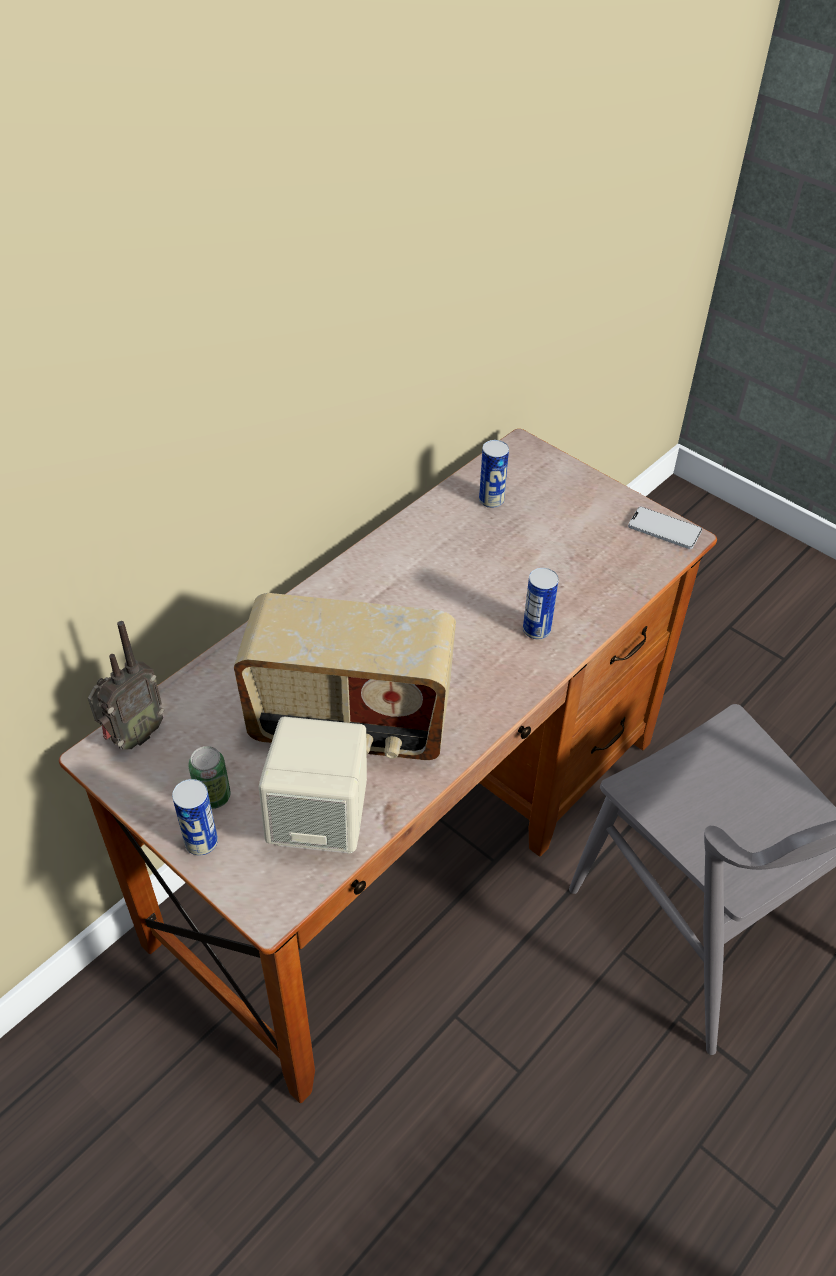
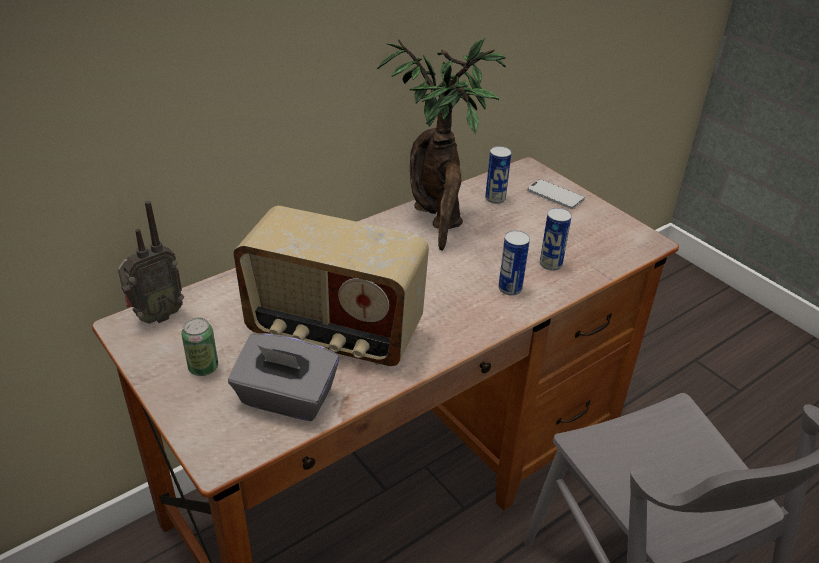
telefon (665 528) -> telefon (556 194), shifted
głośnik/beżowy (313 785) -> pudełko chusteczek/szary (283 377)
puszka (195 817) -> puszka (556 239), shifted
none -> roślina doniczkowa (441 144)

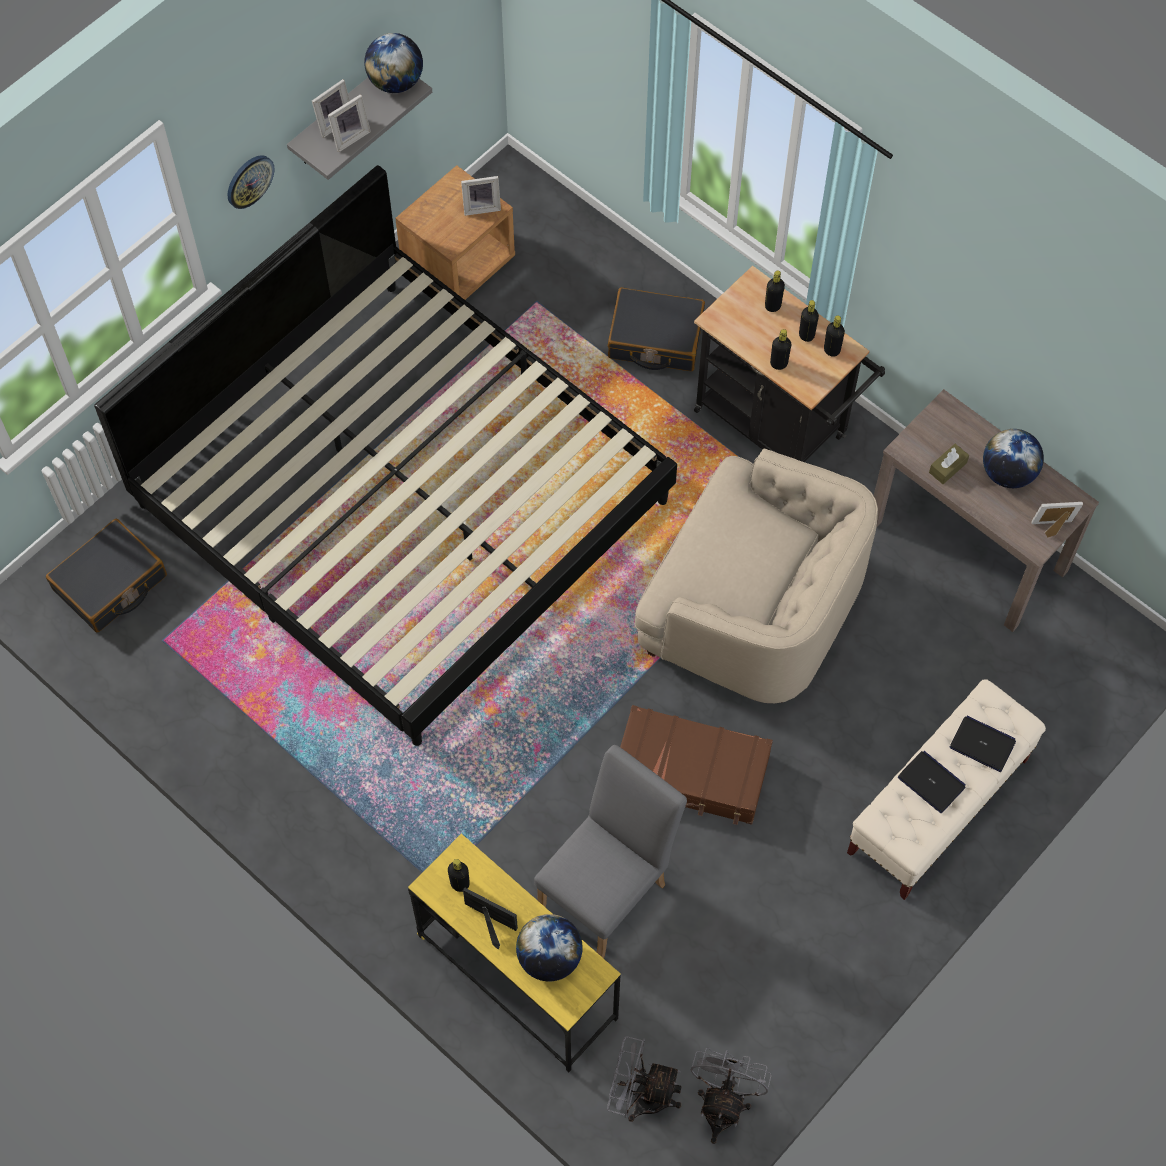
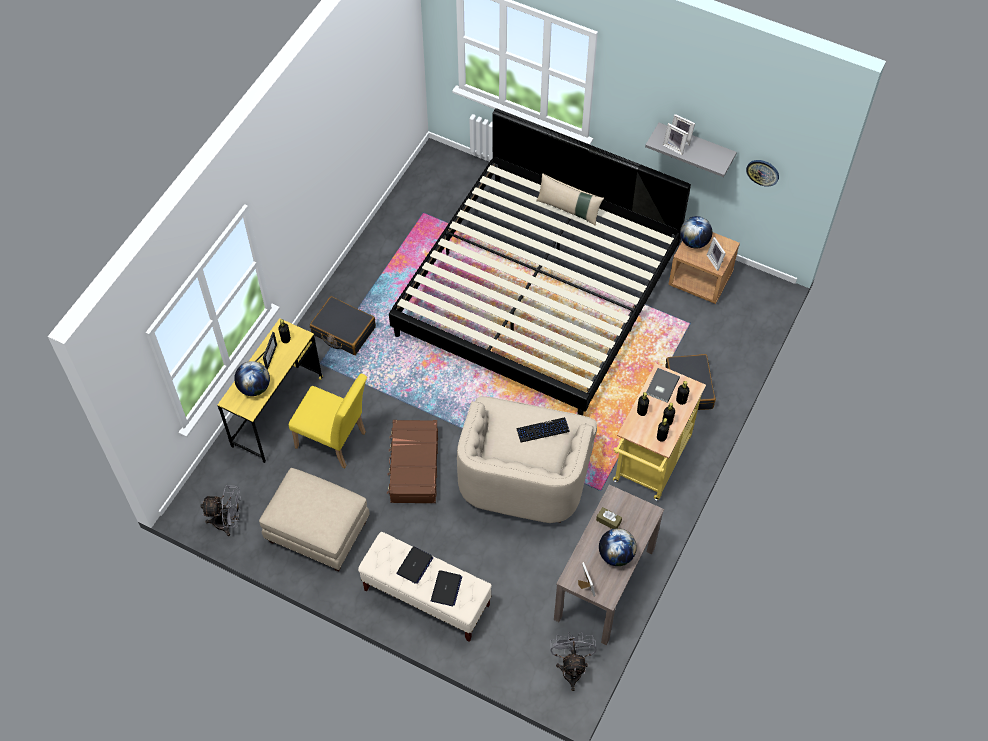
globus (393 63) -> globus (696 232), shifted
zegar ścienny (251 182) -> zegar ścienny (762 173), shifted
wózek/czarny (789 364) -> wózek/żółty (659 432)
walizka/czarny (106 575) -> walizka/czarny (343 325), shifted
krzesło/szary (610 852) -> krzesło/żółty (327 420)
wentylator/szary (644 1079) -> wentylator/szary (574 661), shifted
none -> poduszka/beżowy (570 199)
none -> książka/szary (663 385)
none -> klawiatura (543 430)
none -> pufa/beżowy (314 520)

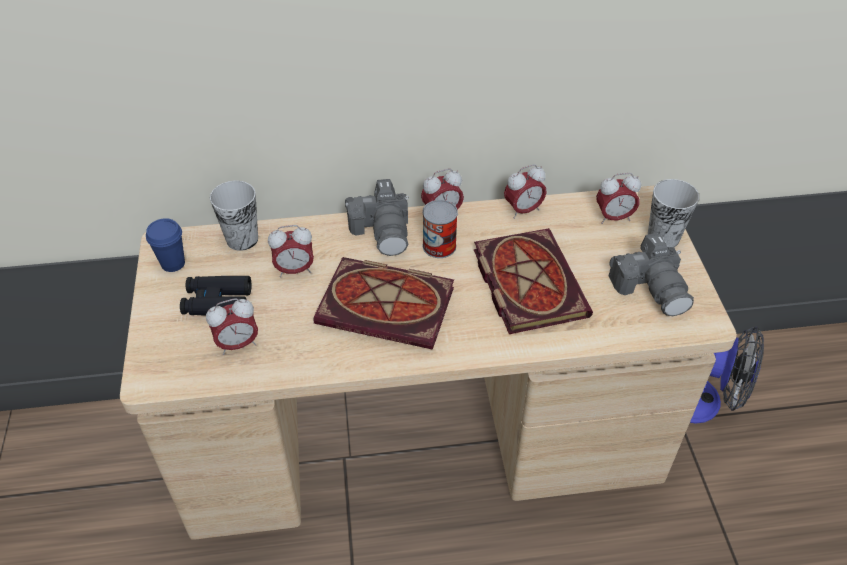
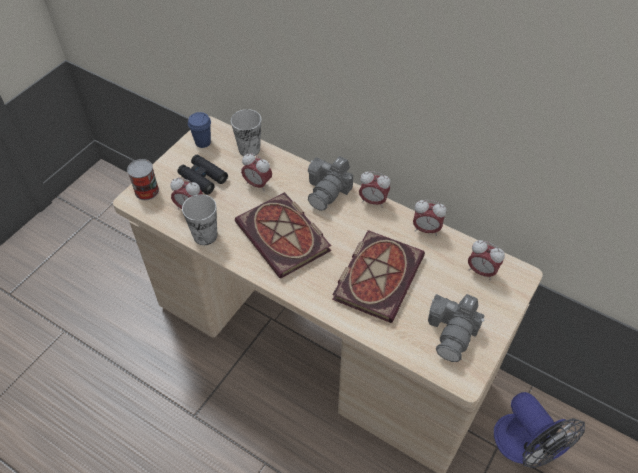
filiżanka (673 213) -> filiżanka (199 219), shifted
puszka (440 229) -> puszka (143 179), shifted

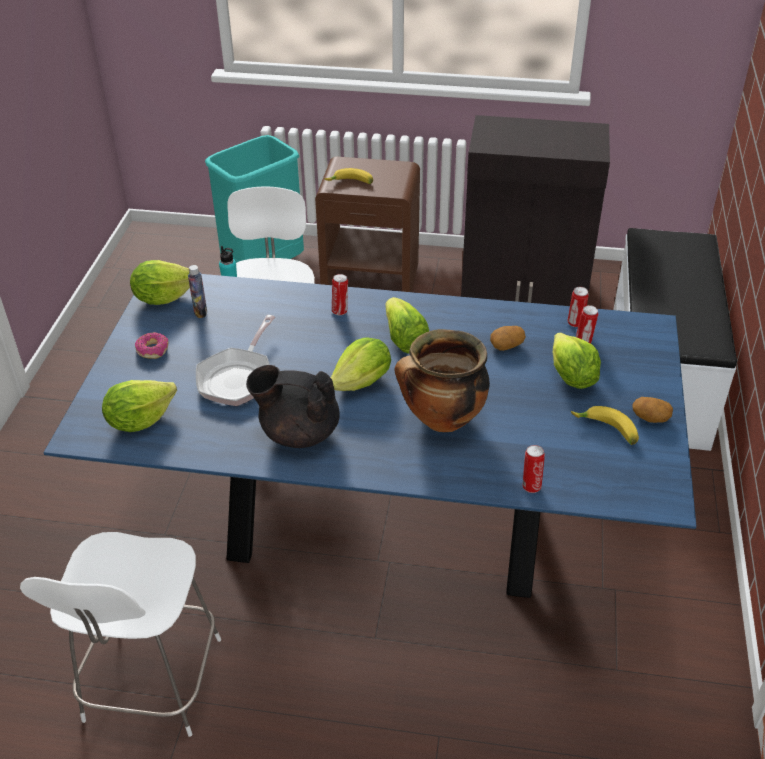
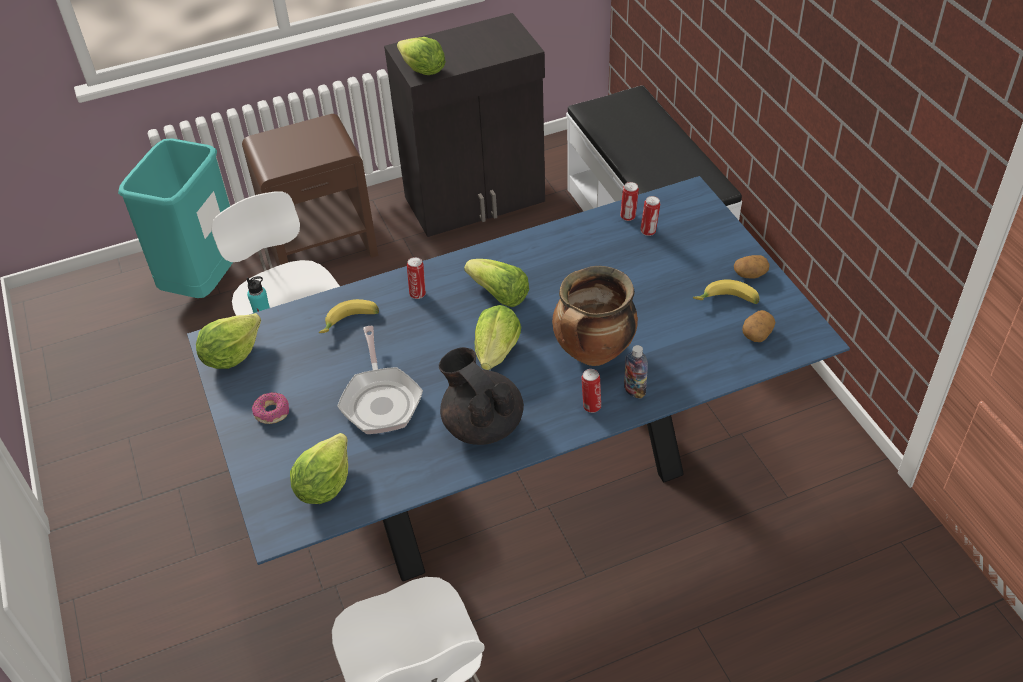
banan (349 176) -> banan (349 316), shifted
butelka (197 291) -> butelka (636 372), shifted
ziemniak (508 338) -> ziemniak (758 326), shifted
sałata (577 360) -> sałata (421 56), shifted
imbryk/czarny (293 406) -> imbryk/czarny (481 396), 75 degrees clockwise
puszka (534 469) -> puszka (591 391), shifted

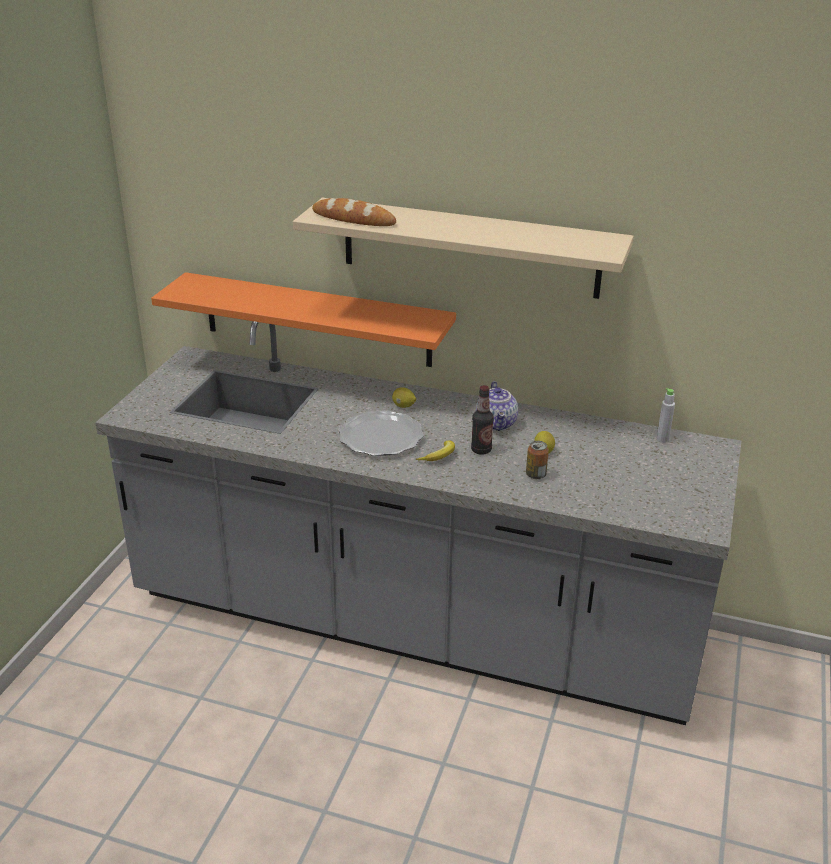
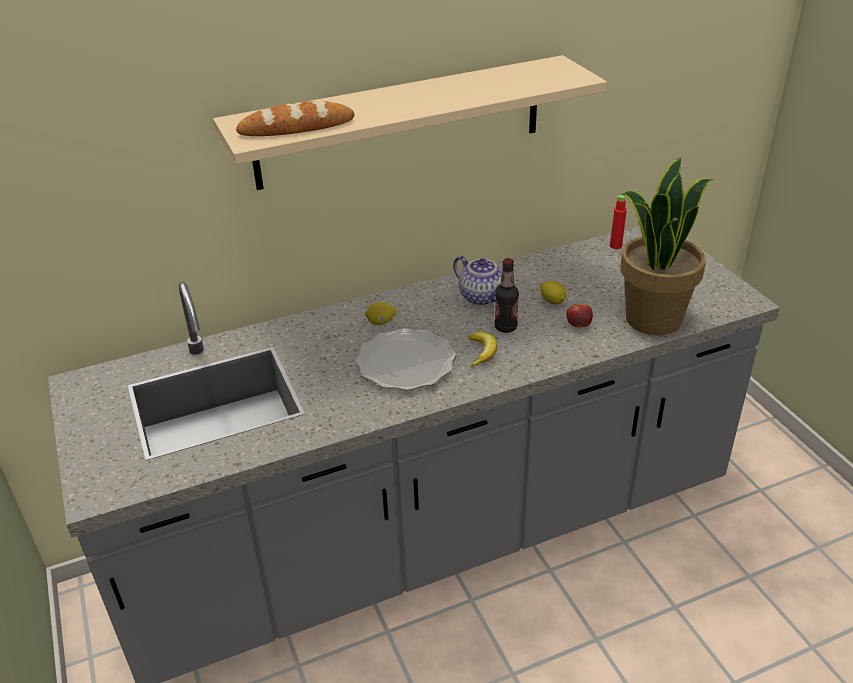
półka/pomarańczowy (303 319) -> none
butelka/szary (665 415) -> butelka/czerwony (618 222)
puszka (537 460) -> jabłko (579 314)
none -> roślina doniczkowa (666 247)

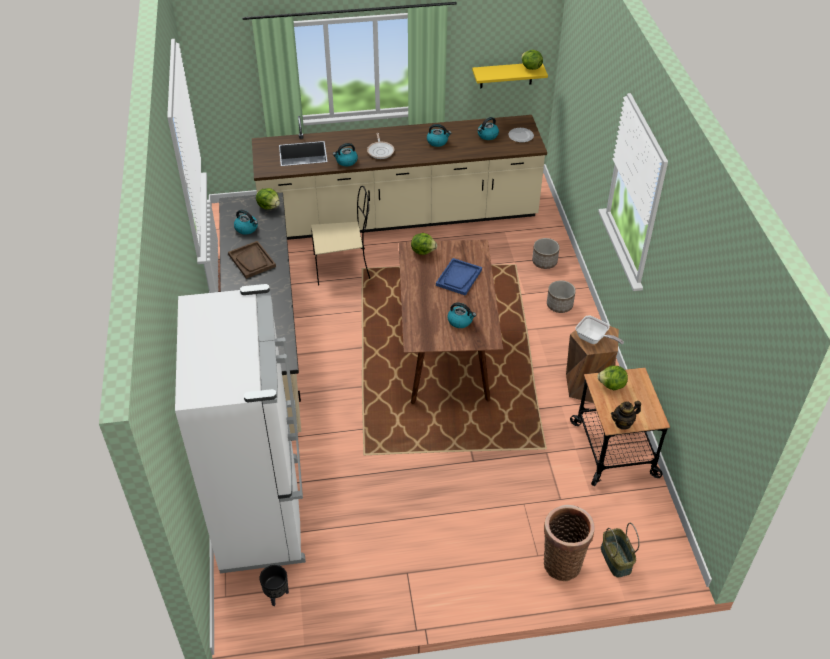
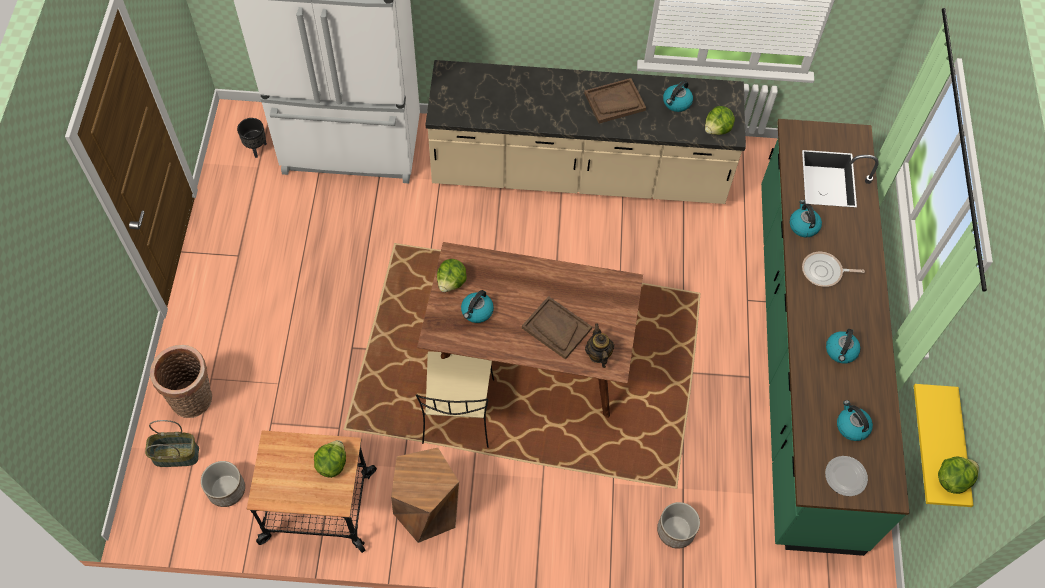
zabudowa kuchenna/beżowy (399 177) -> zabudowa kuchenna/zielony (835 337)
krzesło/beżowy (340 236) -> krzesło/beżowy (455 399), shifted
sałata (424 244) -> sałata (452 275), shifted
taca/niebieski (459 277) -> taca/brązowy (557 328)
donica (561 296) -> donica (223 484), shifted
patelnia (600 329) -> none
imbryk (626 415) -> imbryk (599 345), shifted

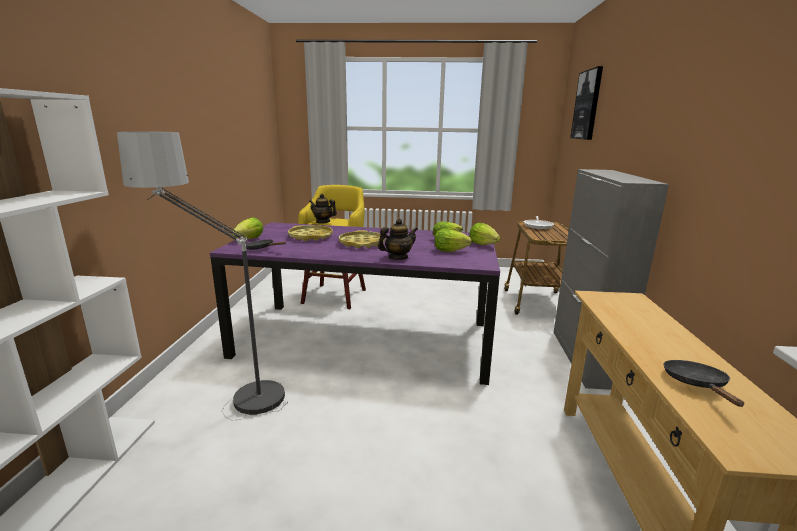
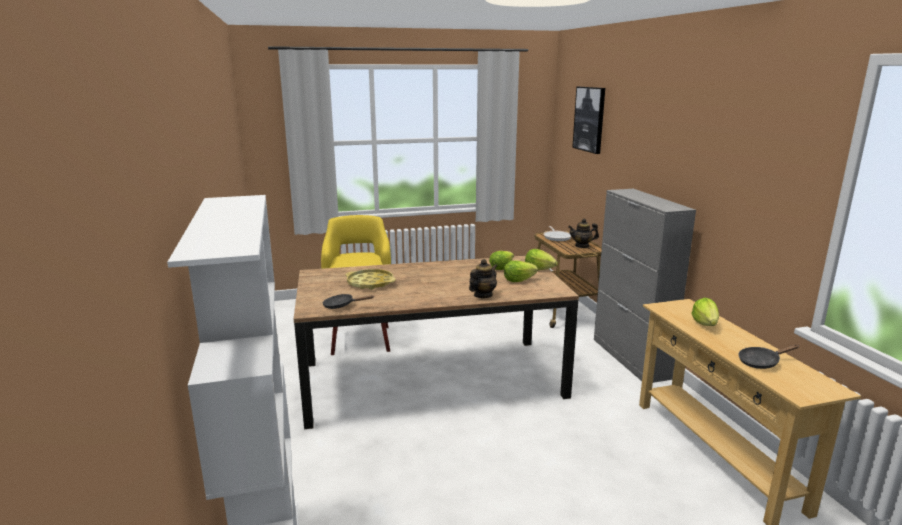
lampa stojąca (202 275) -> none
imbryk (323 209) -> imbryk (583 233), shifted
sałata (248 228) -> sałata (705 312), shifted
stół jadalny/fioletowy (355 303) -> stół jadalny/brązowy (436 342)
taca/żółty (362 239) -> none
patelnia/czarny (703 383) -> patelnia/czarny (768 356), 90 degrees counterclockwise

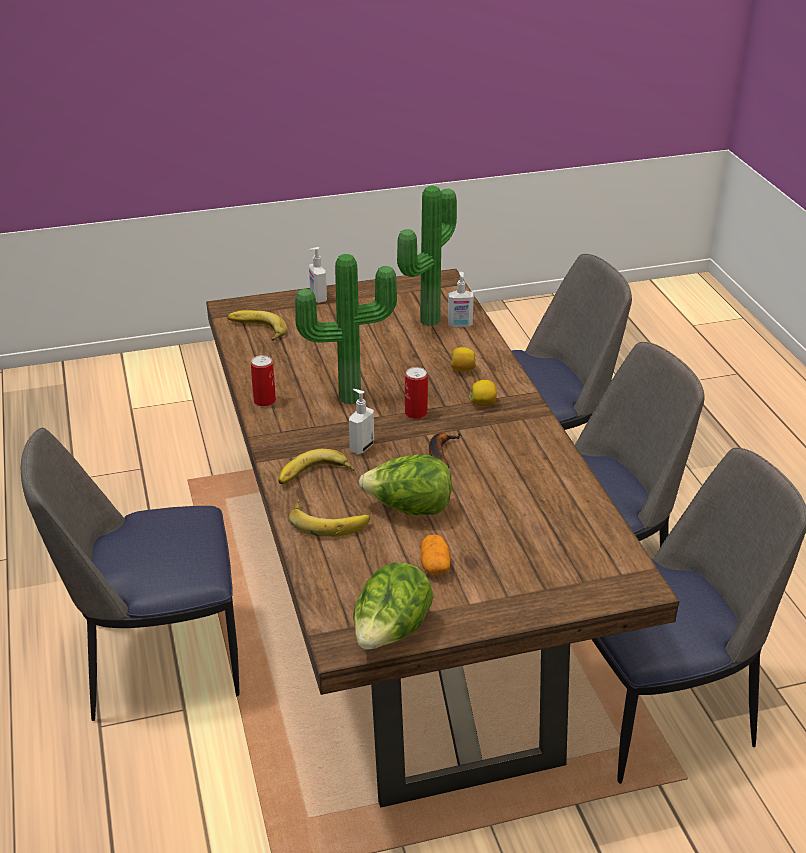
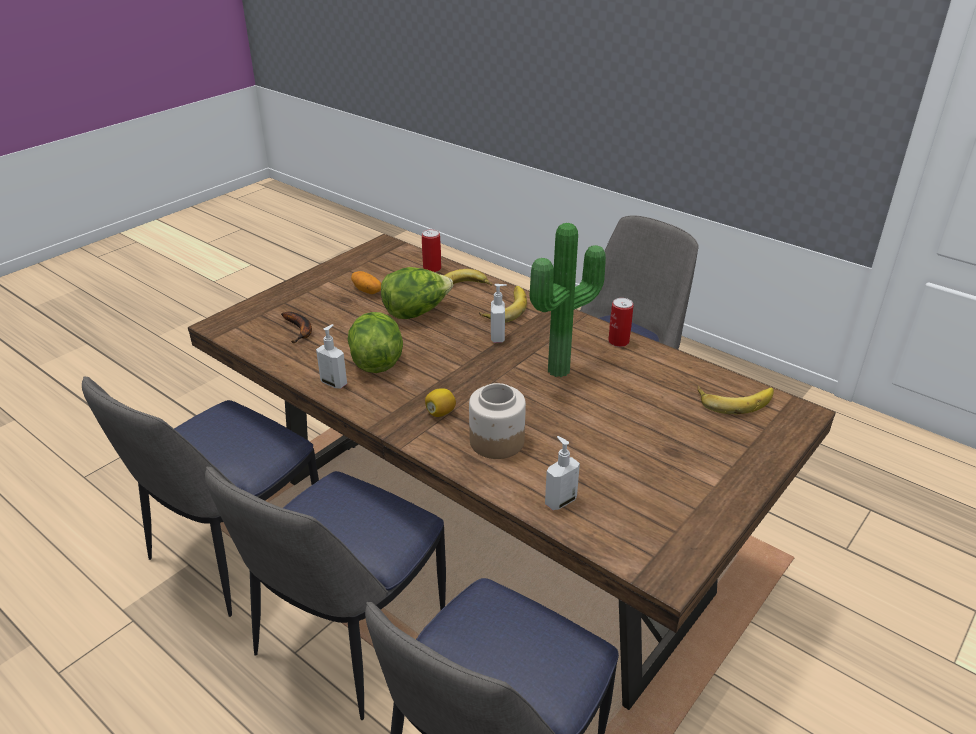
roślina doniczkowa (427 255) -> none
dozownik mydła (318 275) -> dozownik mydła (331 356), shifted
cytryna (463 359) -> słoik (497 421)
puszka (416 393) -> puszka (431 250), shifted
banan (445 450) -> banan (296 327), shifted
sałata (393 606) -> sałata (375 342), shifted

